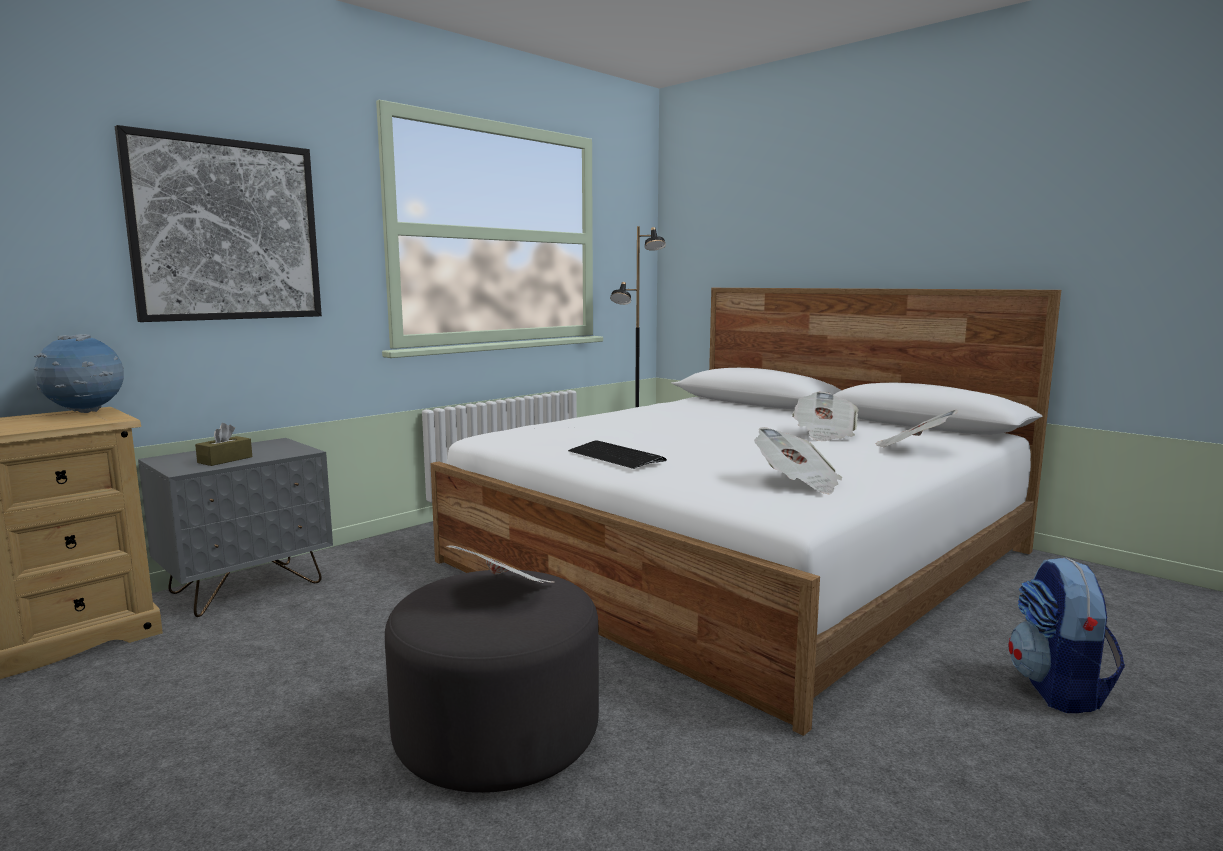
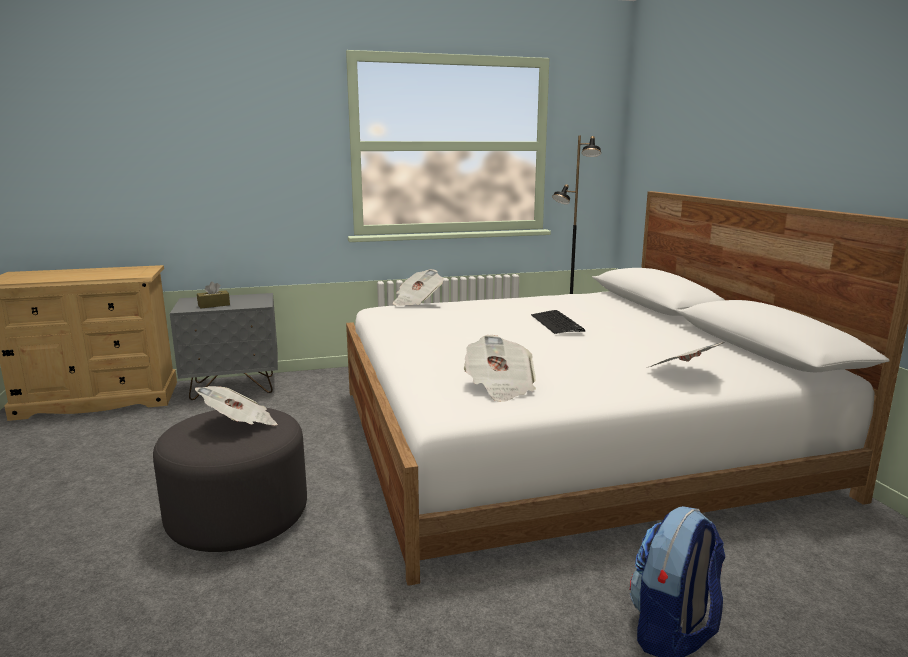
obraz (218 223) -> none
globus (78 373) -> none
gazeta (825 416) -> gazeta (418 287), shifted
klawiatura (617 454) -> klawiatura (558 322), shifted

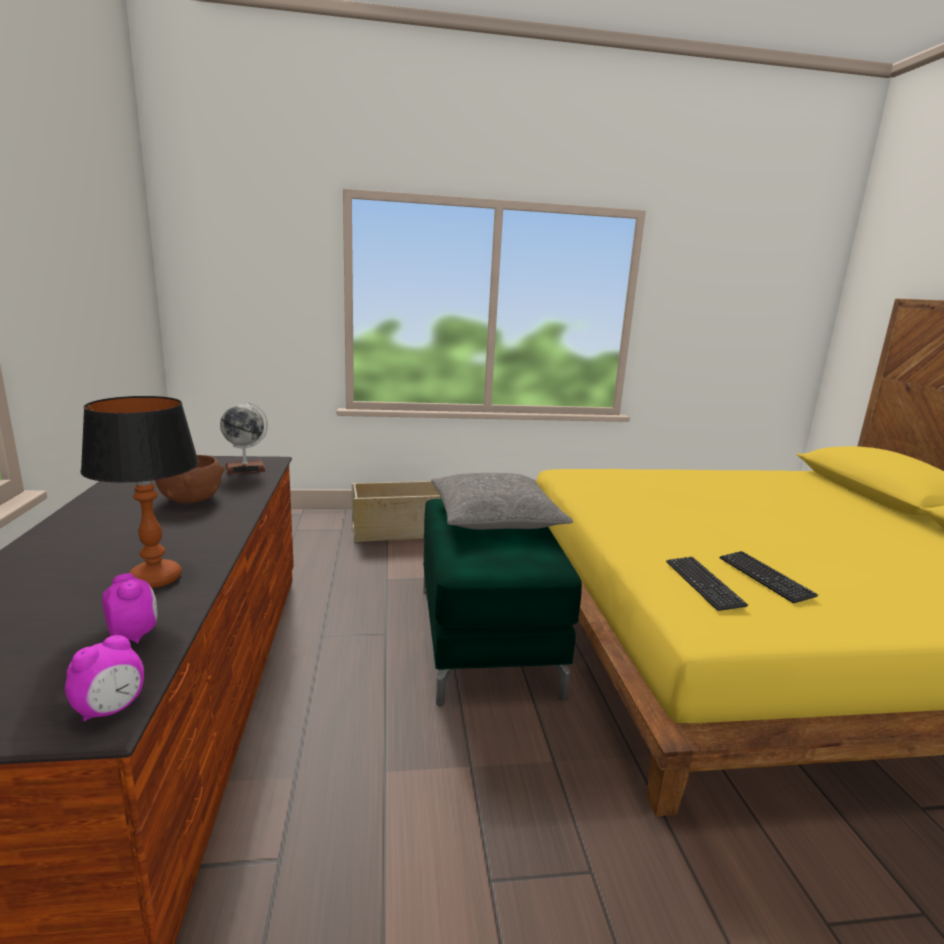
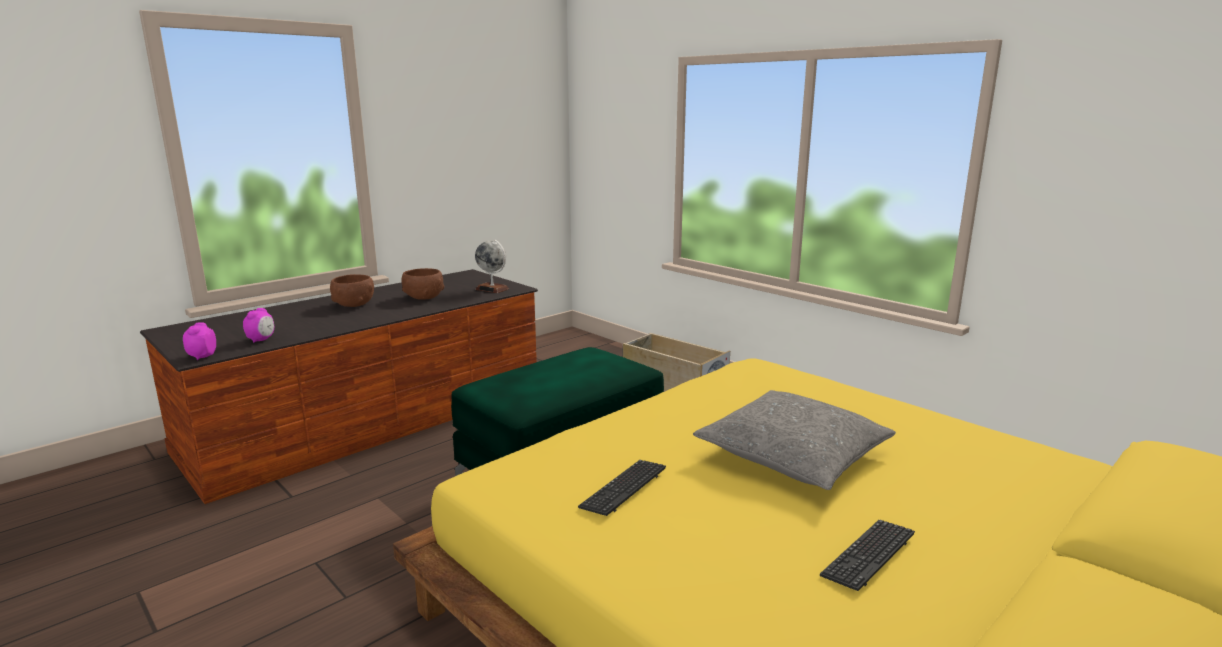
lampa stołowa (139 492) -> none
poduszka/szary (502 501) -> poduszka/szary (794 440), shifted
klawiatura (707 584) -> klawiatura (867 555), shifted
budzik (104 678) -> budzik (199 341), 90 degrees clockwise
none -> miska/brązowy (352 290)

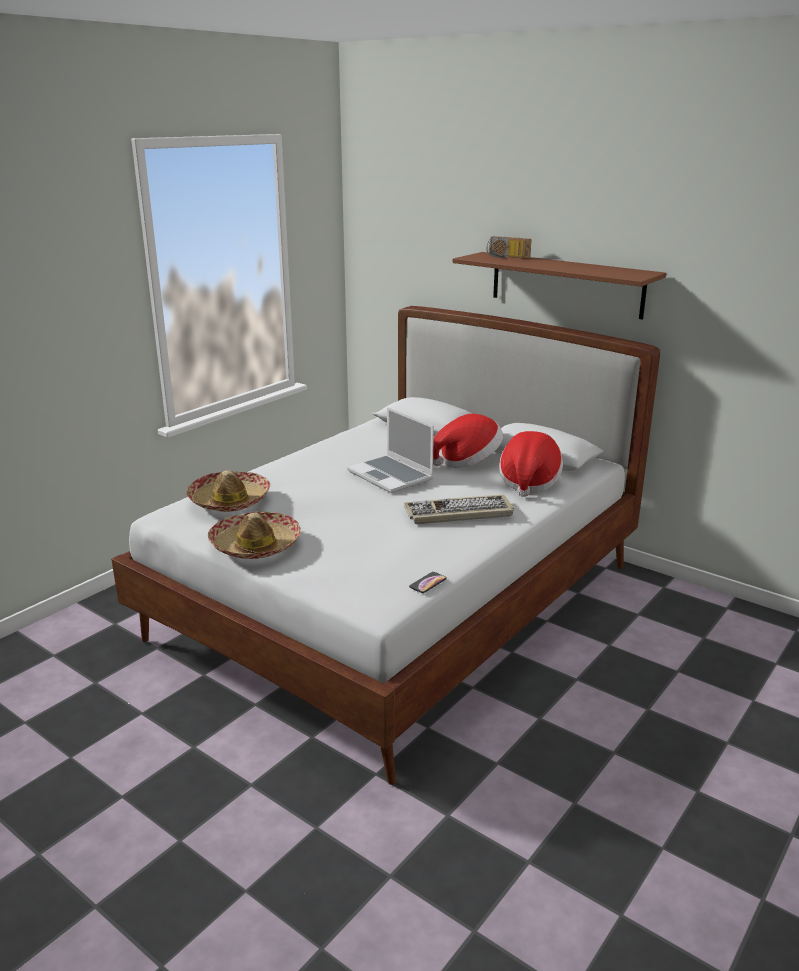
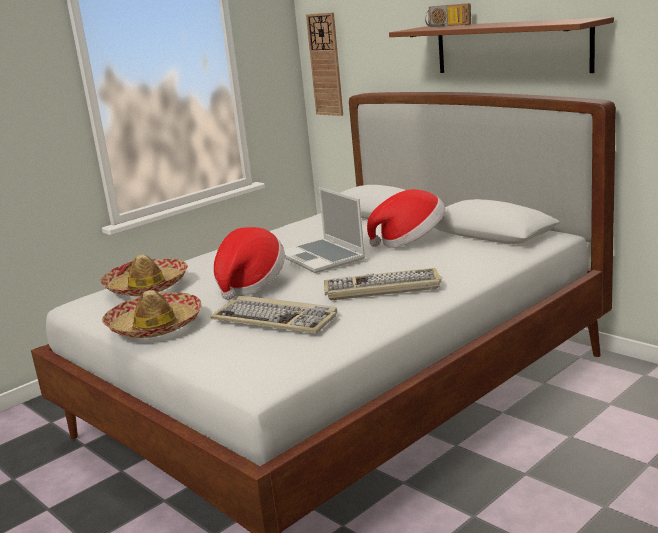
kapelusz (531 464) -> kapelusz (249 263), shifted
telefon (428 582) -> none
none -> zegar ścienny (324 64)
none -> klawiatura (273 315)

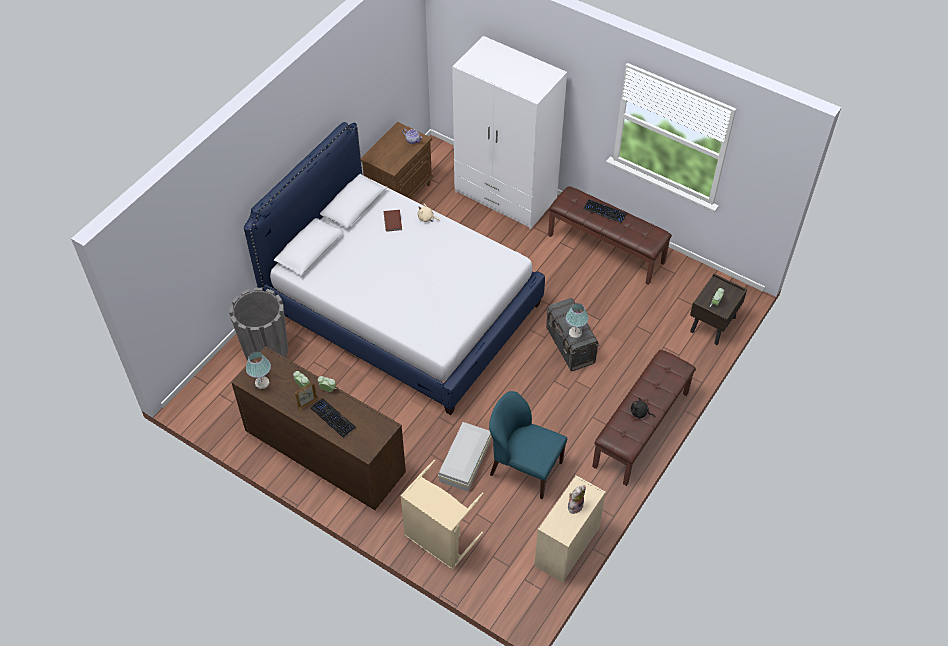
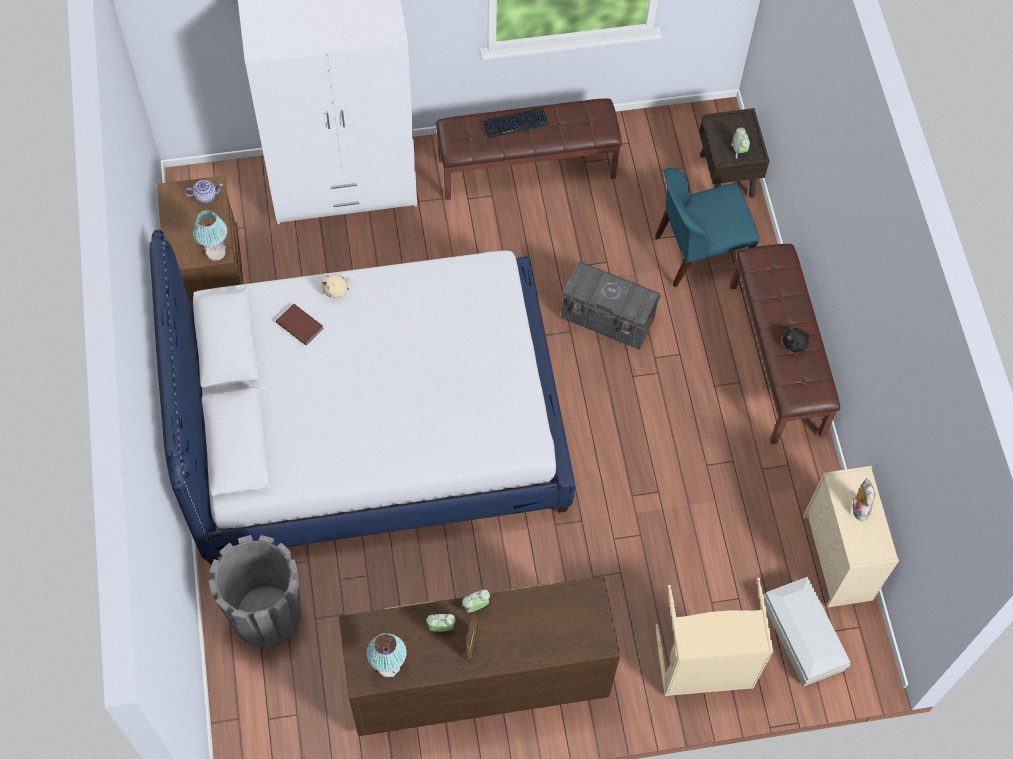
lampa stołowa (577 321) -> lampa stołowa (210 235), shifted
krzesło/niebieski (528 445) -> krzesło/niebieski (707 227), shifted
klawiatura (333 418) -> none
pojemnik do przechowywania/biały (465 457) -> pojemnik do przechowywania/biały (807 632), shifted

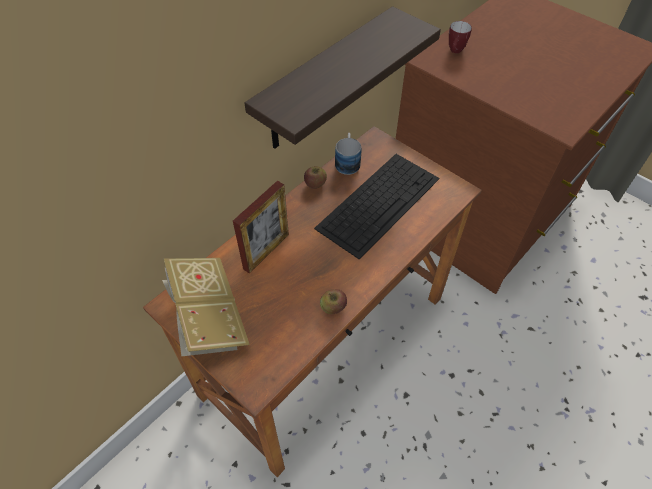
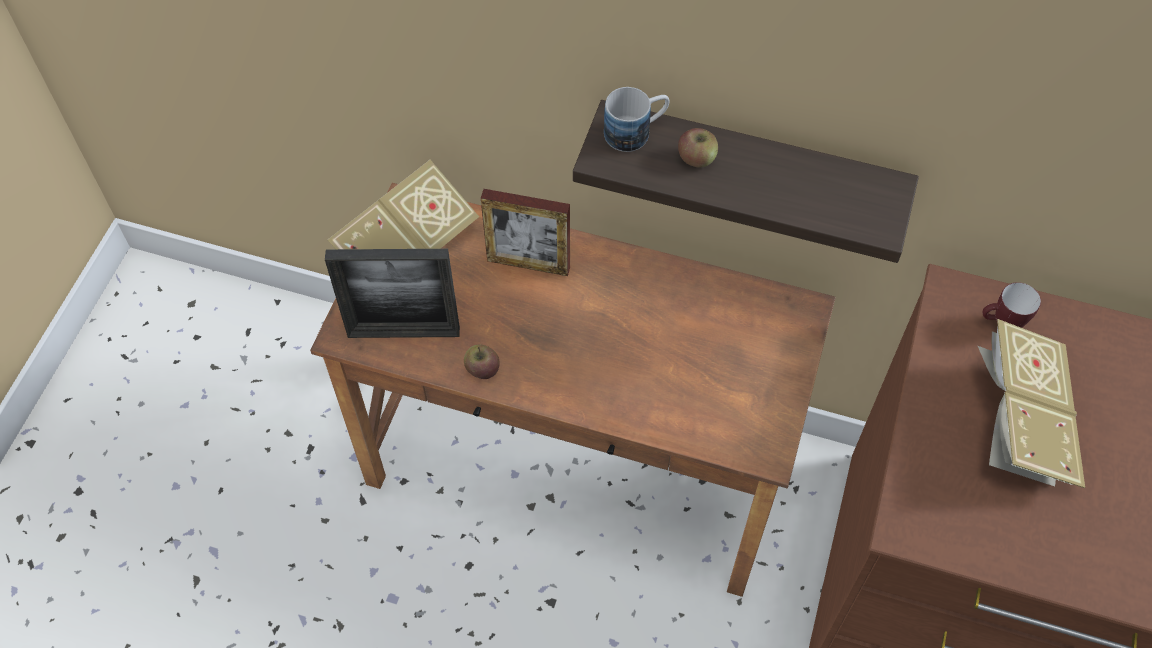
kubek (348 154) -> kubek (636 119), shifted
klawiatura (376 206) -> none
jabłko (315 177) -> jabłko (698 148), shifted
none -> ramka na zdjęcie (392 293)
none -> książka (1031 403)

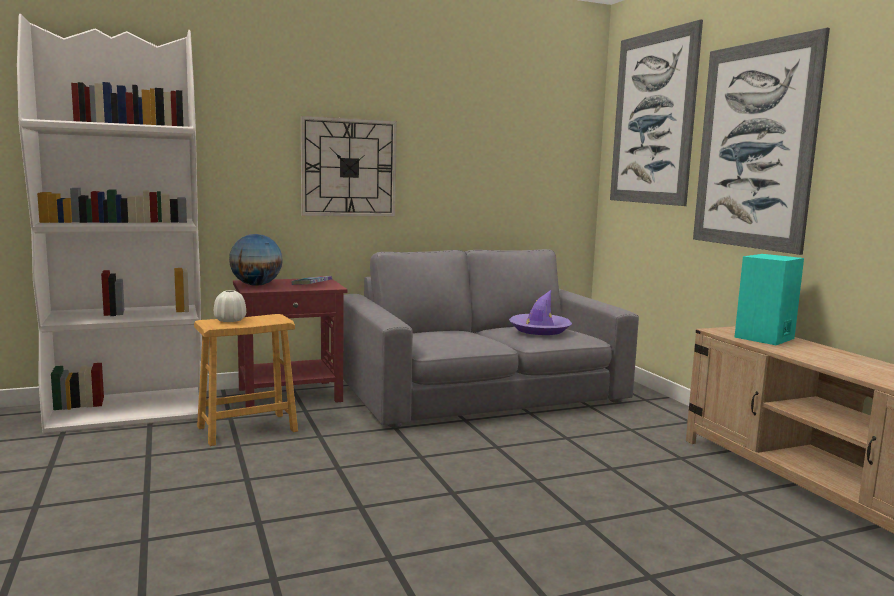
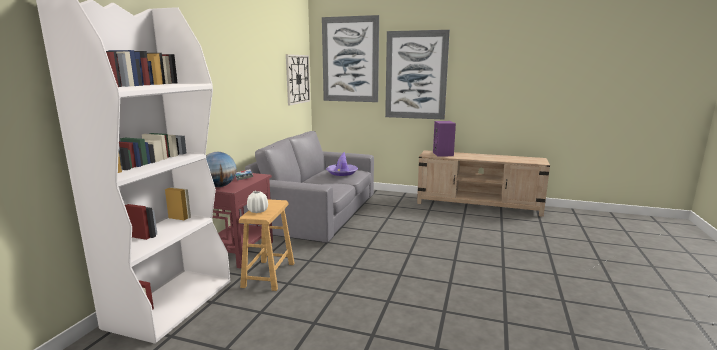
zegar ścienny (349 166) -> zegar ścienny (298 79), shifted
głośnik/turkusowy (769 299) -> głośnik/fioletowy (444 139)

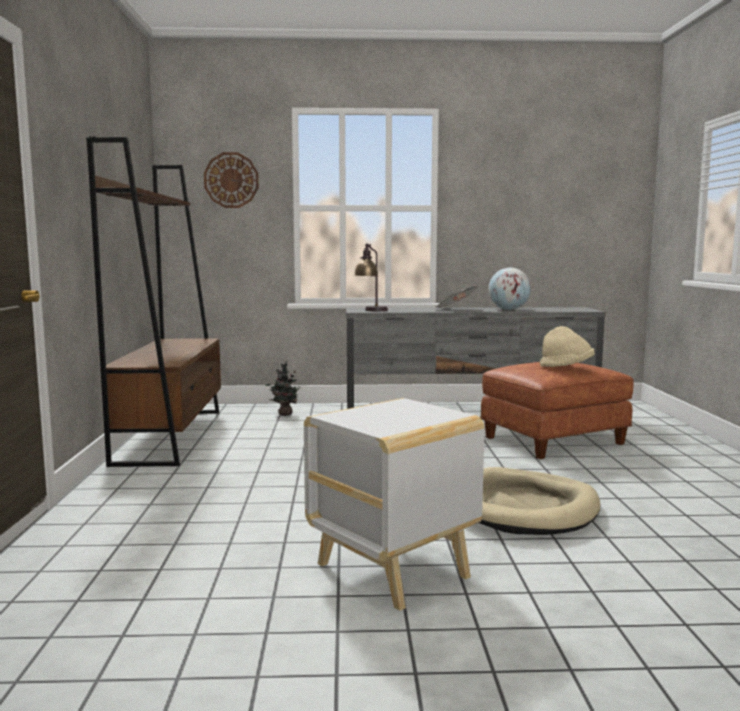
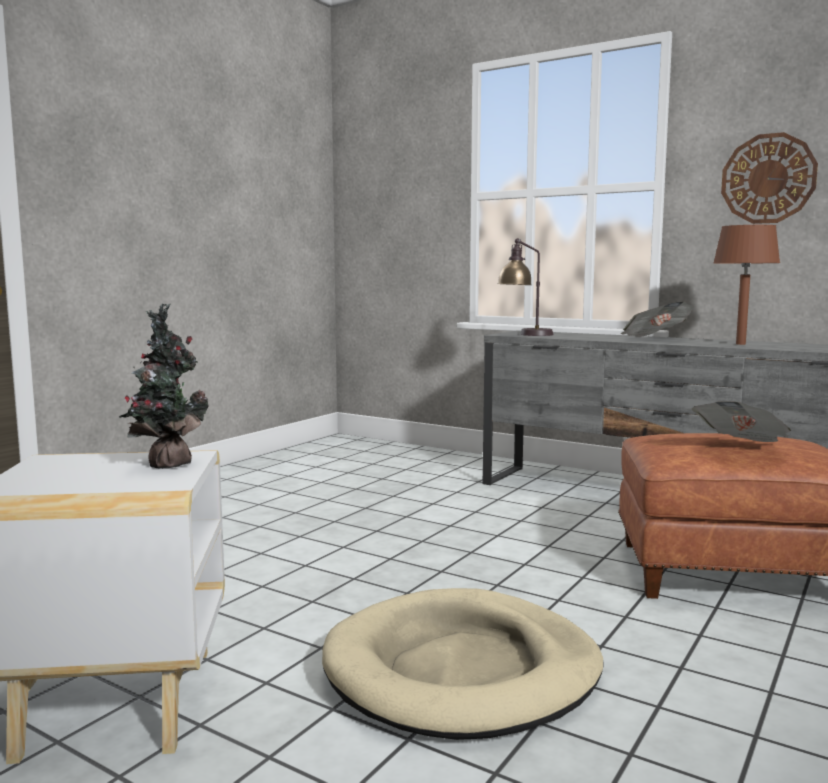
regał/brązowy (153 302) -> none
zegar ścienny (231 180) -> zegar ścienny (769 178), shifted
globus (509 289) -> lampa stołowa/brązowy (746 285)
kapelusz/beżowy (567 346) -> gazeta (741 421)
roślina doniczkowa (283 388) -> roślina doniczkowa (164 386), shifted

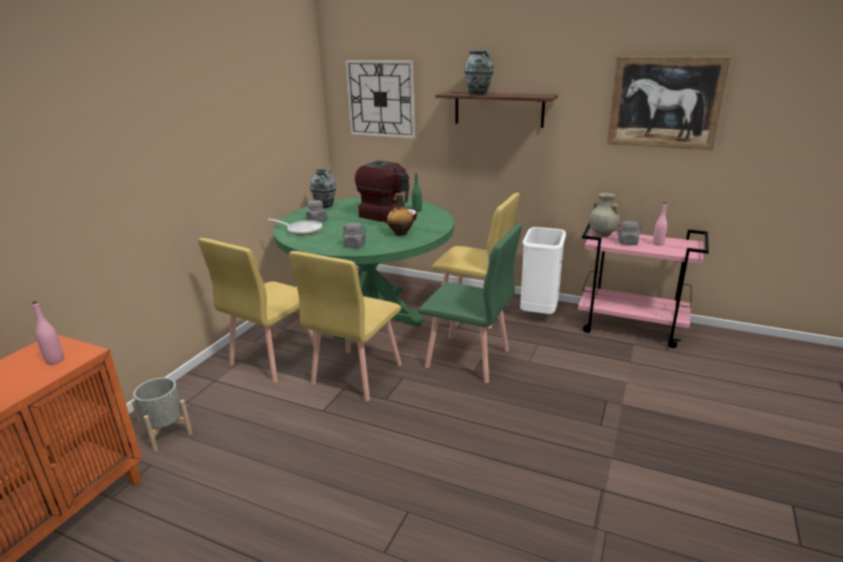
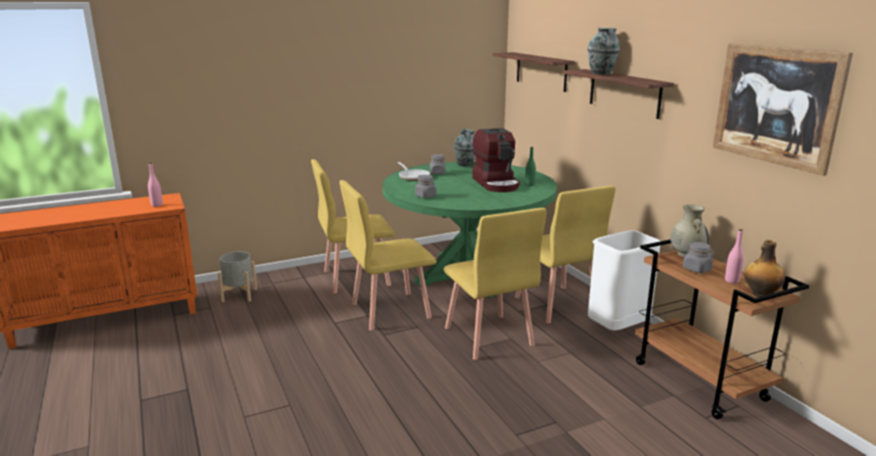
zegar ścienny (380 99) -> półka (534 72)
butelka (400 214) -> butelka (764 268), shifted
krzesło/zielony (470 303) -> krzesło/żółty (494 284)
wózek/różowy (643 286) -> wózek/brązowy (722 329)

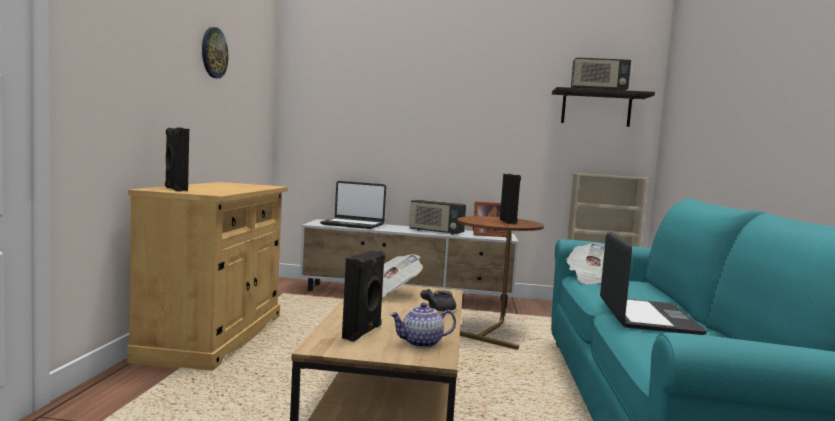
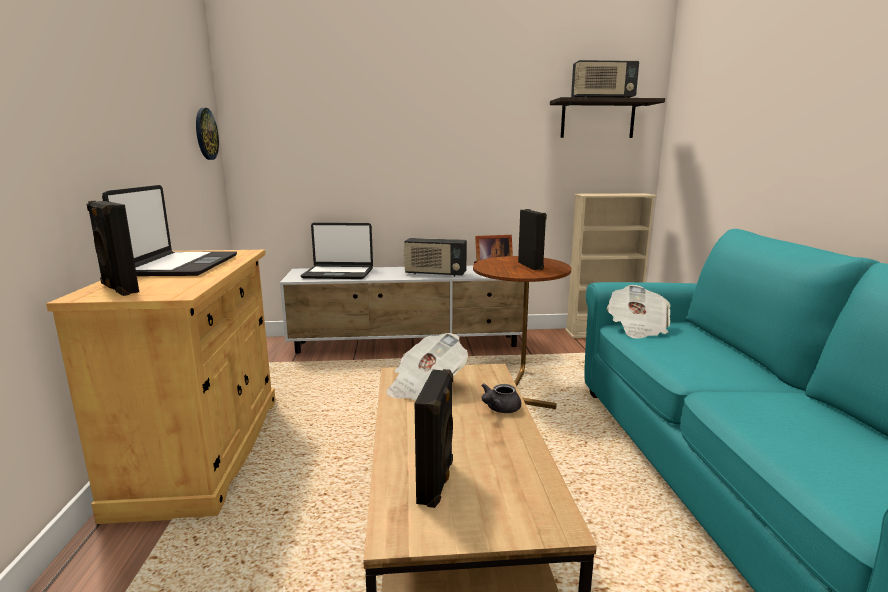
zegar ścienny (215 52) -> zegar ścienny (207 134), shifted
laptop (653 283) -> laptop (169 230), shifted
imbryk (422 325) -> none

